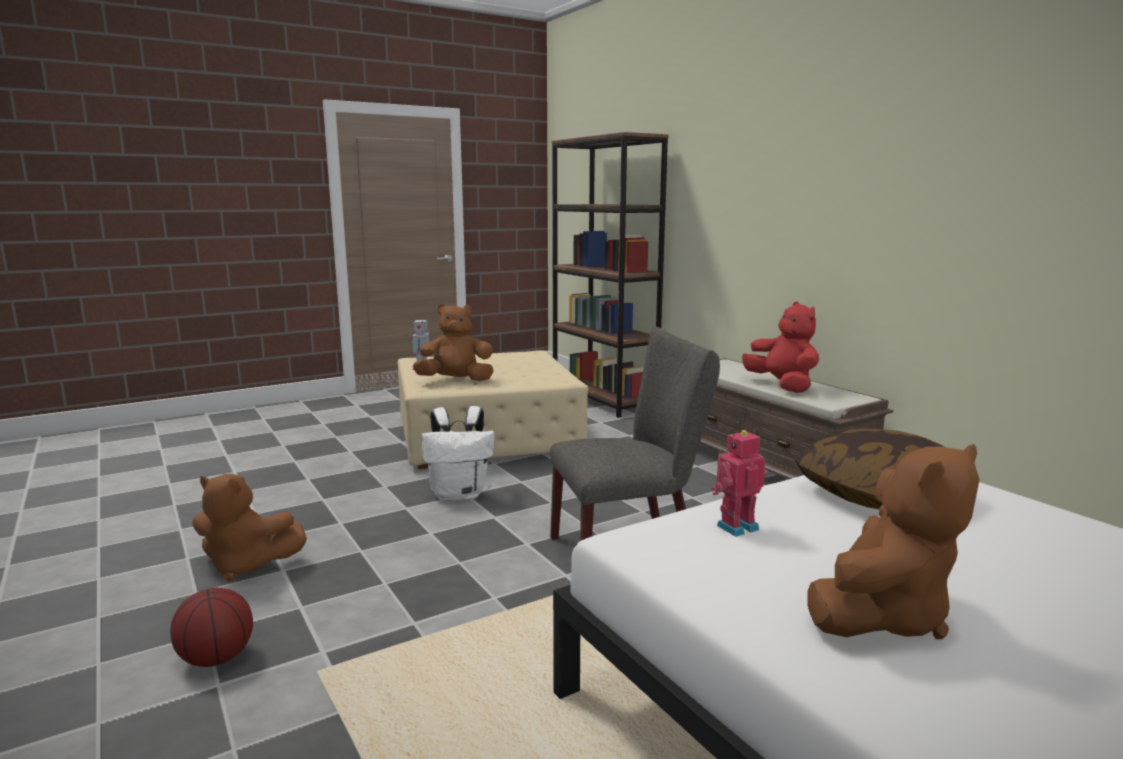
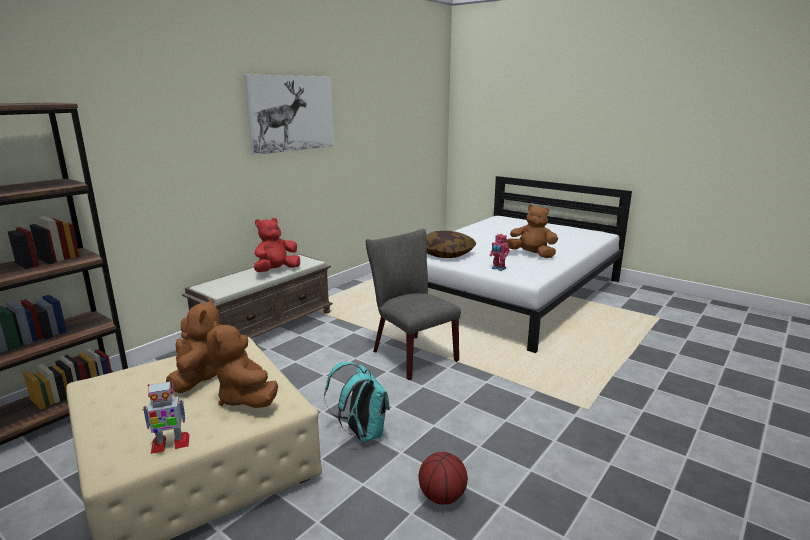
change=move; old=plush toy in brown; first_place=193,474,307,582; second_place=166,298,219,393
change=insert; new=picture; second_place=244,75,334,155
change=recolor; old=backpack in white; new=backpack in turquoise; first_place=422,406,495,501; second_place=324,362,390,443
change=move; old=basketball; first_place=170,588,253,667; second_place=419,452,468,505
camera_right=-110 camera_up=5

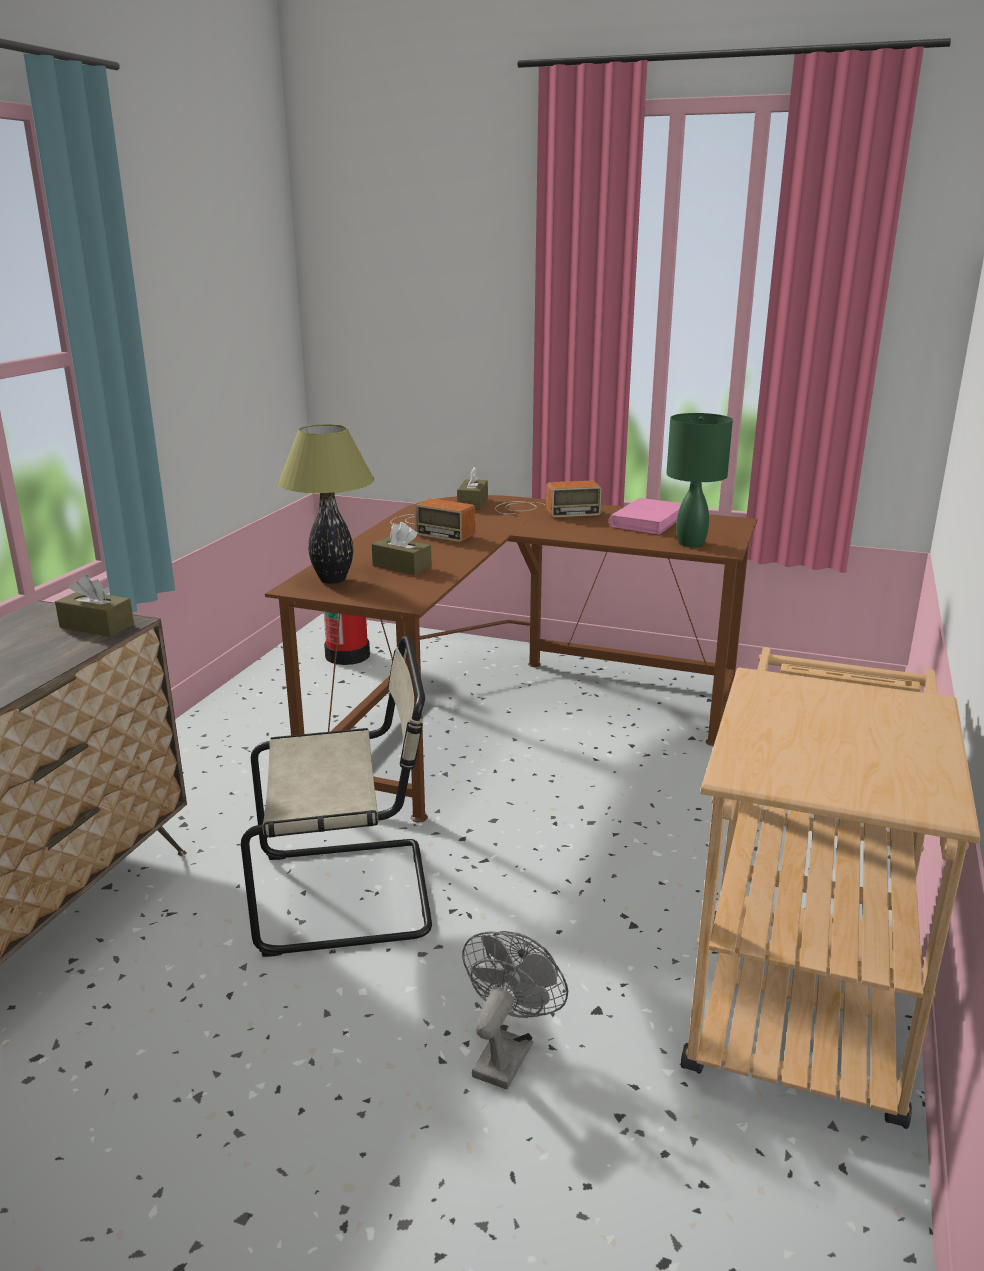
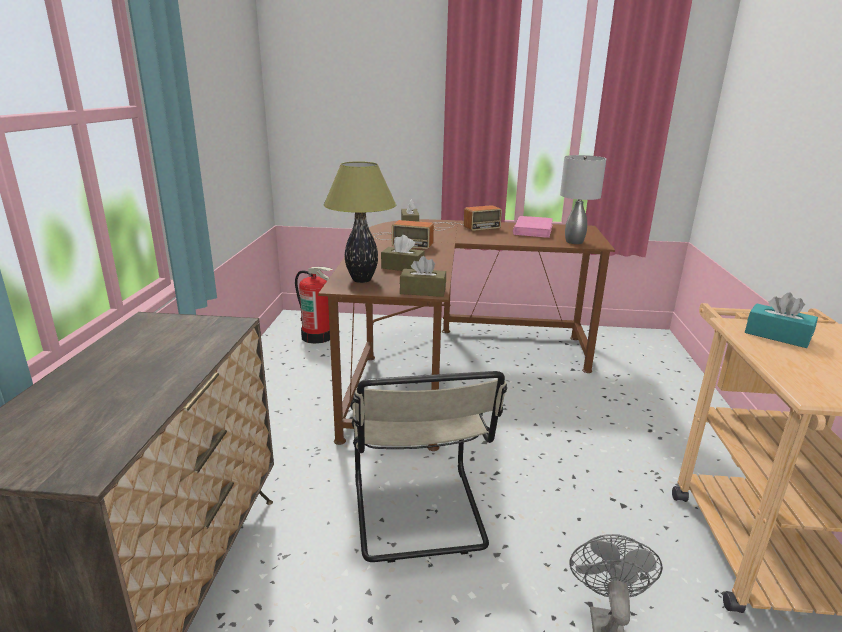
change=rotate; old=chair in beige; first_place=241,636,432,957; second_place=350,371,507,563; degrees=105
change=move; old=tissue box in brown; first_place=55,574,134,637; second_place=400,256,446,297
change=recolor; old=table lamp in green; new=table lamp in grey; first_place=666,413,733,547; second_place=560,155,606,244
change=insert; new=tissue box in turquoise; second_place=745,293,818,348
camera_right=-15 camera_up=0

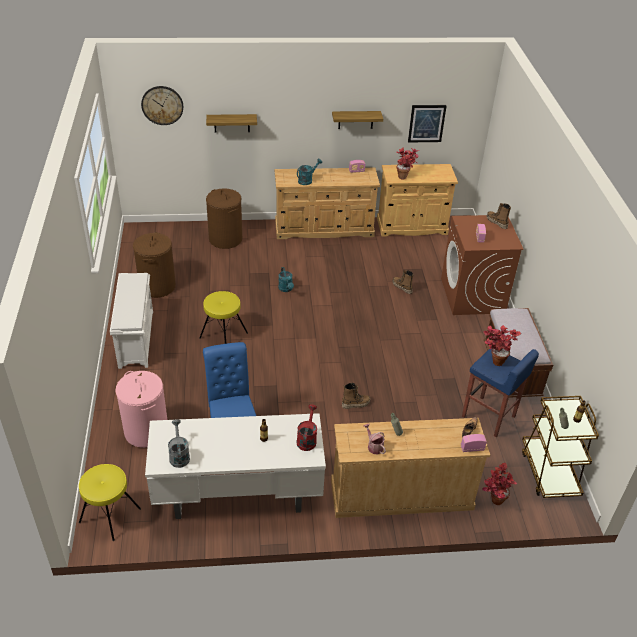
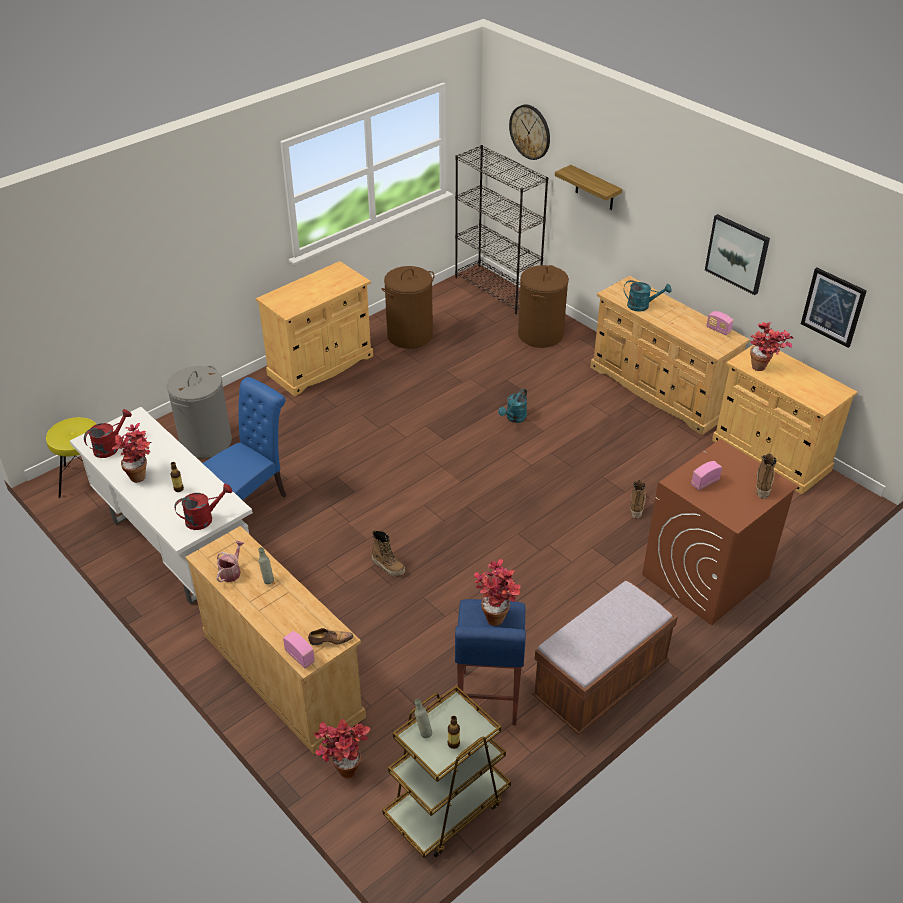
change=recolor; old=watering can in grey; new=watering can in red; first_place=168,420,190,468; second_place=84,409,132,458
change=insert; new=potted plant; second_place=112,423,152,483
change=recolor; old=laundry basket in pink; new=laundry basket in grey; first_place=115,371,167,448; second_place=167,366,232,458
change=replace; old=shoe rack in white; new=cabinet in beige; first_place=110,273,153,369; second_place=256,261,373,396
change=insert; new=bookcase in black; second_place=455,145,548,314
change=replace; old=shelf; new=picture; first_place=332,111,383,129; second_place=705,214,770,295
change=delete; old=stool in yellow; first_place=199,291,248,344
camera_right=55 camera_up=0

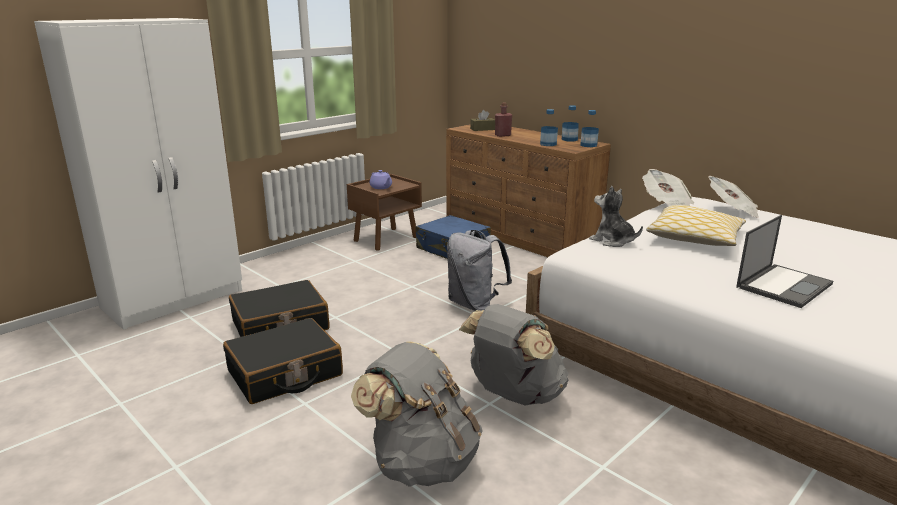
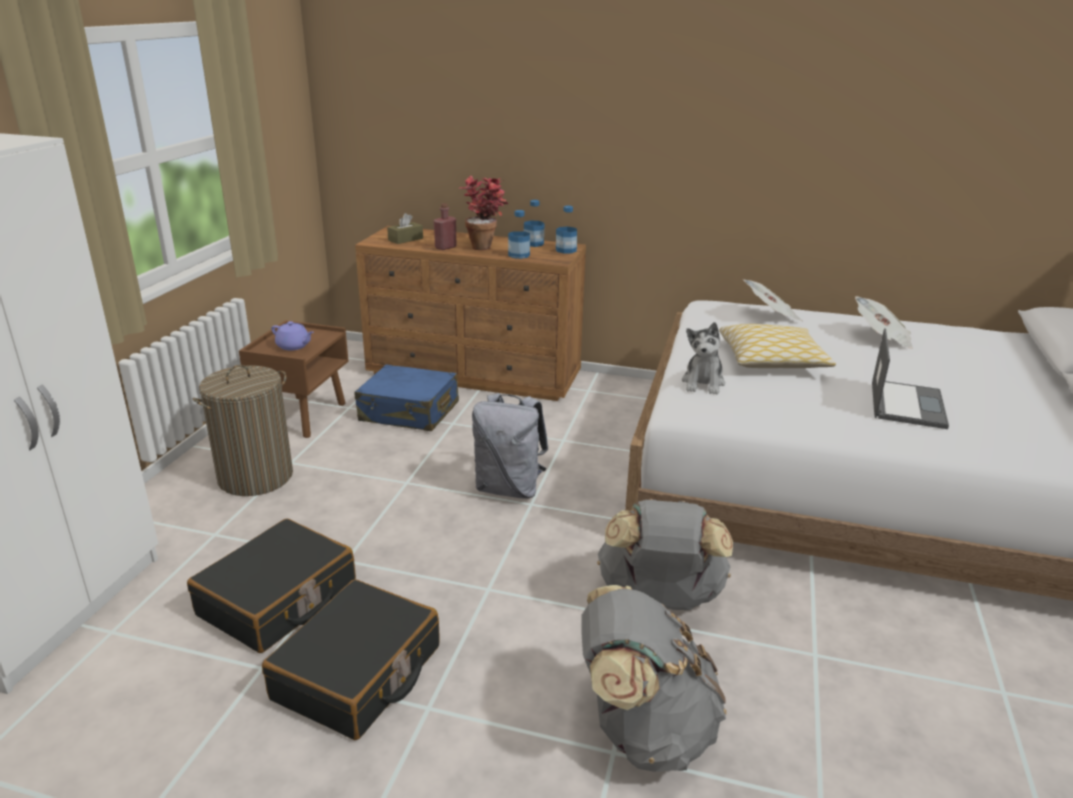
change=insert; new=laundry basket; second_place=193,365,293,496
change=insert; new=potted plant; second_place=459,176,508,250
change=rotate; old=plush toy; first_place=589,186,643,247; second_place=682,322,725,394; degrees=-90
change=move; old=newspaper; first_place=642,169,694,206; second_place=855,296,913,349
camera_right=-30 camera_up=5

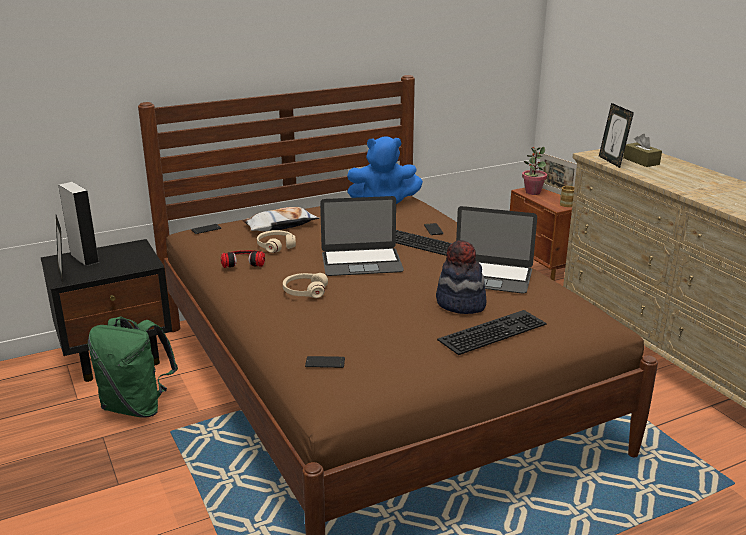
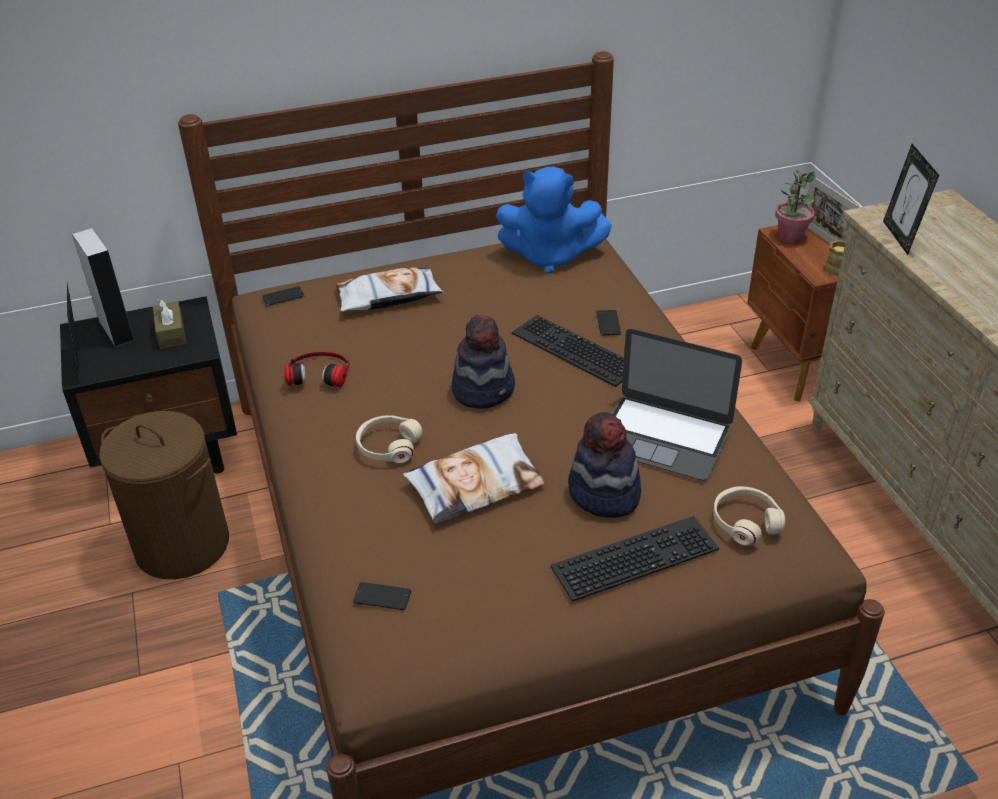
change=replace; old=backpack in green; new=laundry basket in brown; first_place=88,316,178,418; second_place=99,411,229,579
change=move; old=tissue box in brown; first_place=623,134,662,167; second_place=153,299,186,349
change=insert; new=pillow; second_place=403,433,546,524
change=replace; old=laptop; new=hat; first_place=320,196,404,276; second_place=451,315,515,409
change=move; old=headphones in beige; first_place=257,230,296,253; second_place=713,486,785,546
camera_right=10 camera_up=15

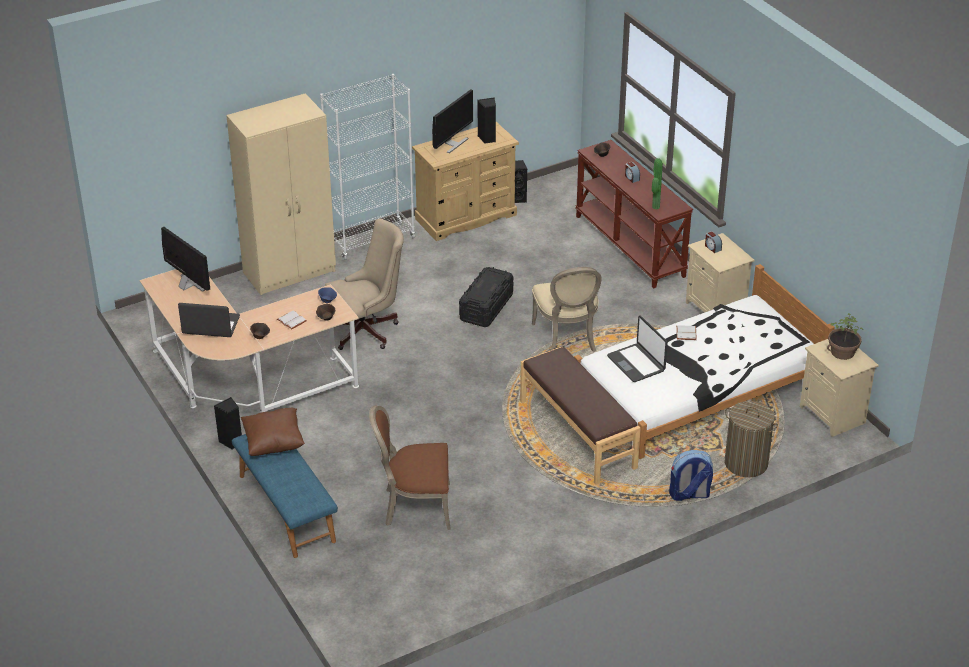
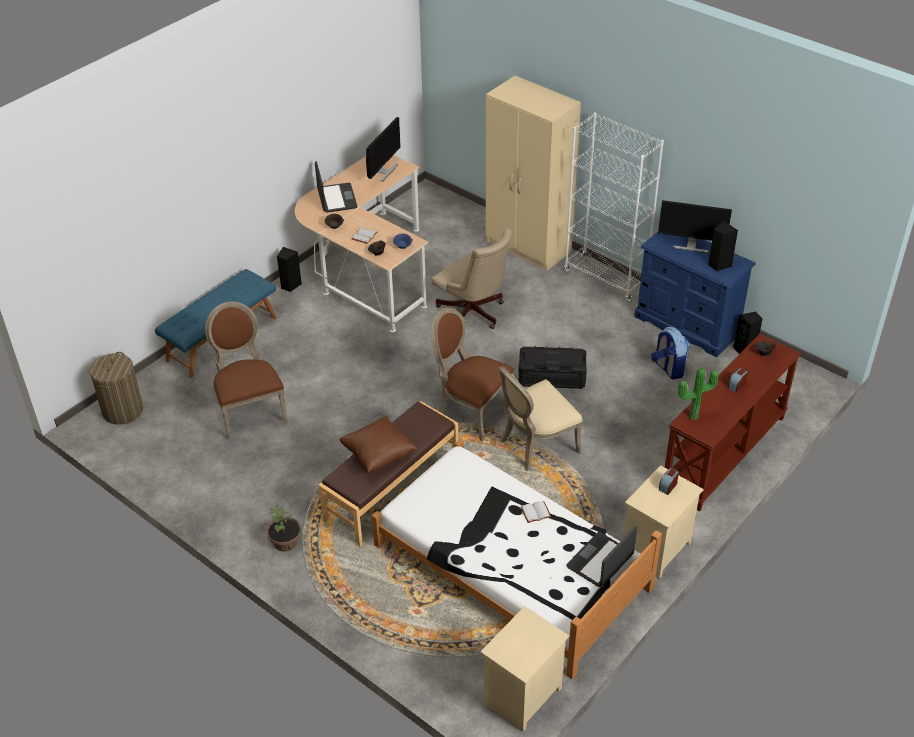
change=move; old=laundry basket; first_place=725,401,778,477; second_place=90,352,143,425
change=move; old=potted plant; first_place=827,313,863,360; second_place=266,505,301,551
change=move; old=pillow in brown; first_place=241,408,305,456; second_place=339,415,418,472
change=insert; new=chair in brown; second_place=431,308,514,441
change=move; old=laptop; first_place=607,316,668,382; second_place=566,526,637,587
change=recolor; old=dresser in beige; new=dresser in blue; first_place=412,122,519,241; second_place=634,232,756,358
change=move; old=backpack; first_place=669,450,713,501; second_place=651,327,690,380
camera_right=70 camera_up=5

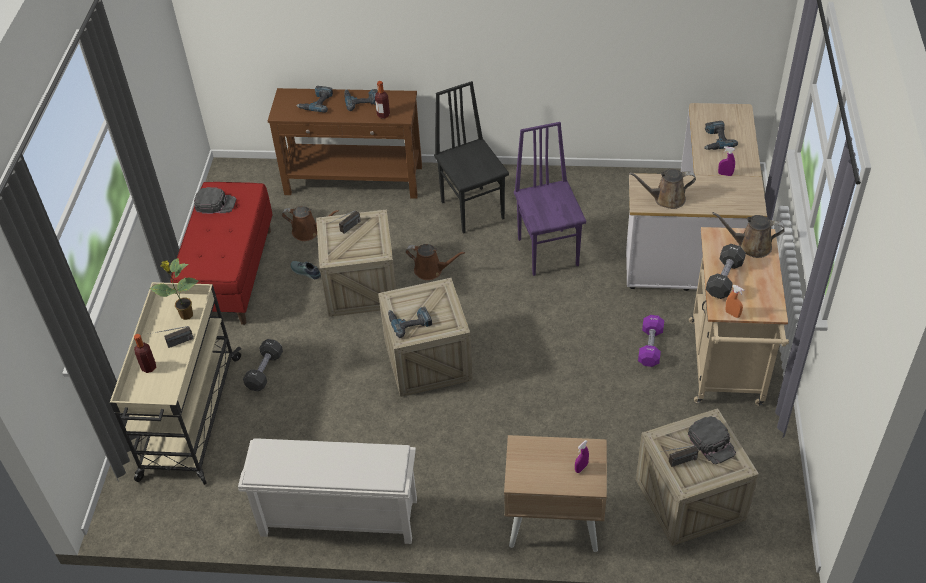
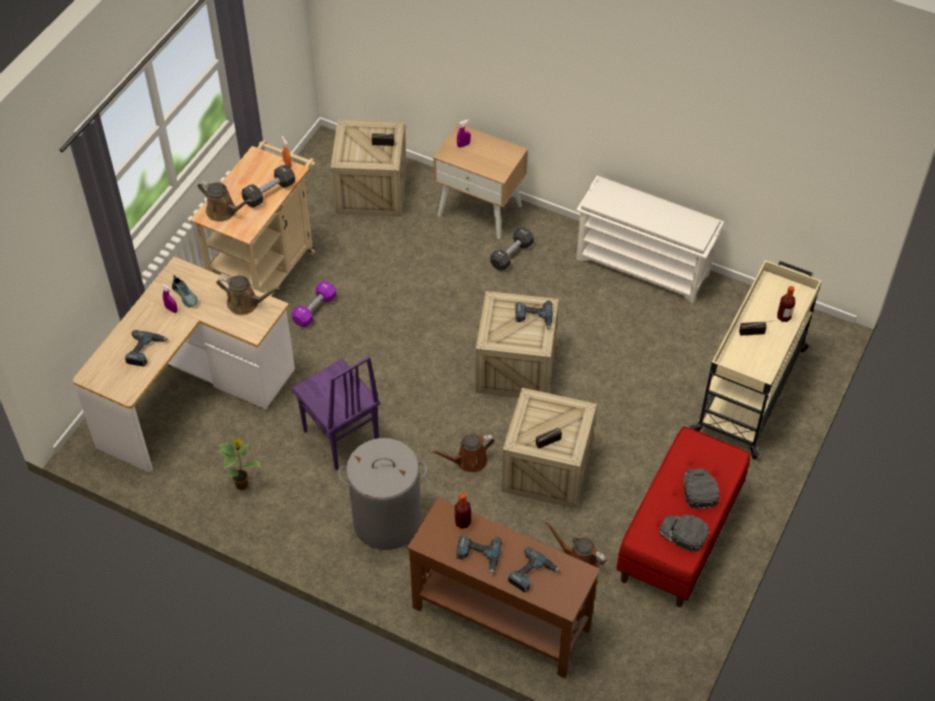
change=move; old=shoe; first_place=290,261,321,279; second_place=172,275,198,308
change=move; old=potted plant; first_place=149,258,199,320; second_place=217,438,262,490
change=rotate; old=chair in purple; first_place=514,122,586,276; second_place=291,356,380,470; degrees=-45
change=replace; old=chair in black; new=laundry basket in grey; first_place=434,81,509,234; second_place=338,438,427,550
change=rotate; old=watering can in brown; first_place=406,244,465,280; second_place=430,434,495,473; degrees=-60
change=move; old=dumbbell in black; first_place=243,339,283,391; second_place=490,228,534,271
change=move; old=cap in black; first_place=688,416,736,465; second_place=683,468,719,509
camera_right=-160 camera_up=5

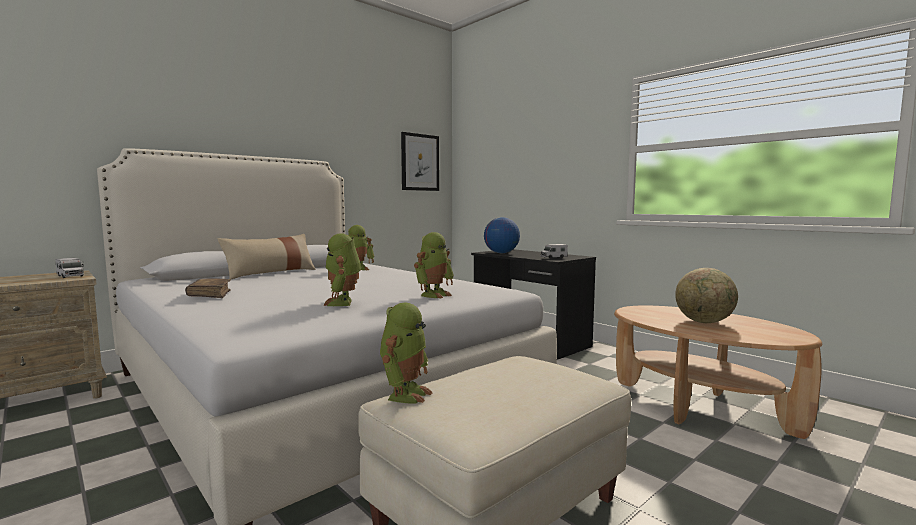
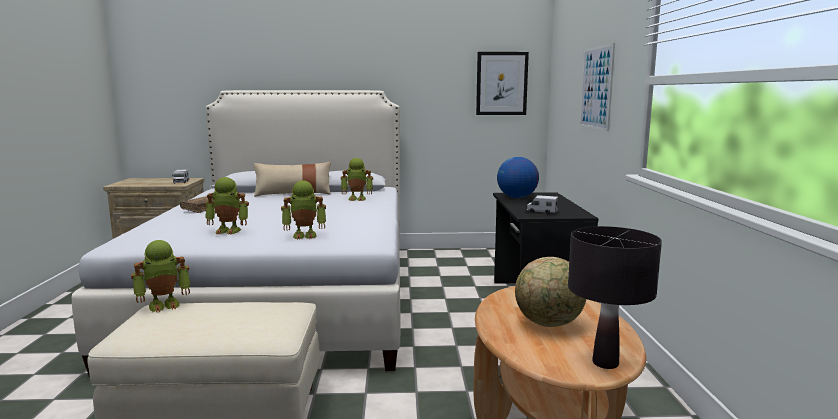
change=rotate; old=toy robot; first_place=323,233,361,306; second_place=205,177,249,235; degrees=-120
change=insert; new=table lamp in black; second_place=568,226,662,369
change=insert; new=picture; second_place=580,43,615,131
camera_right=40 camera_up=5

